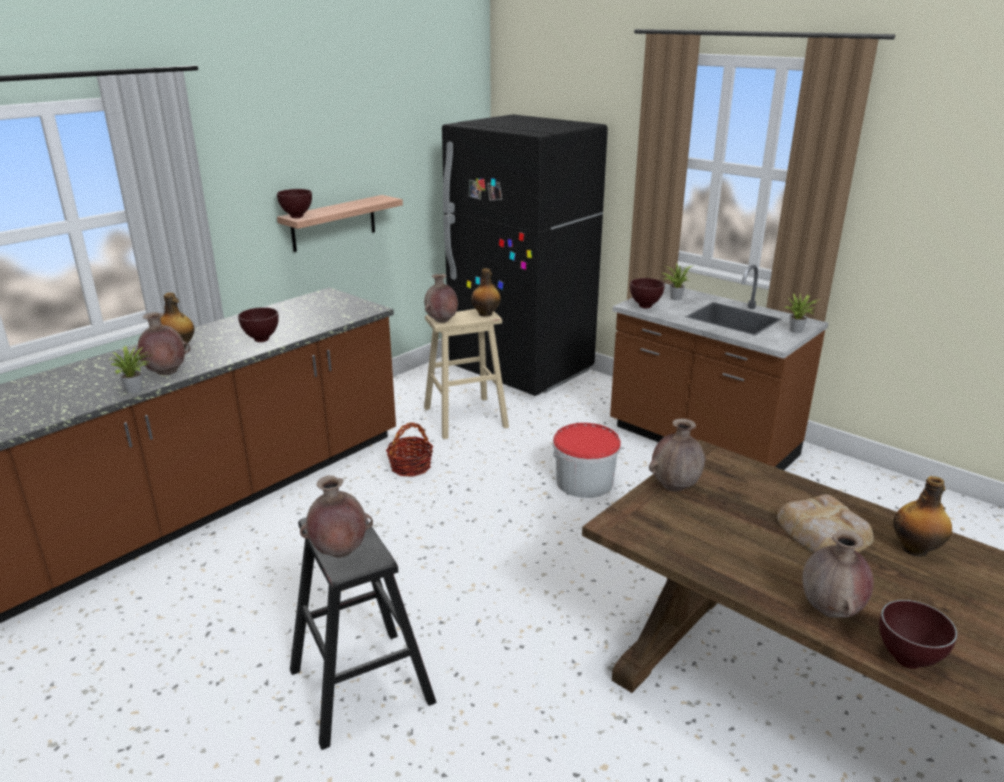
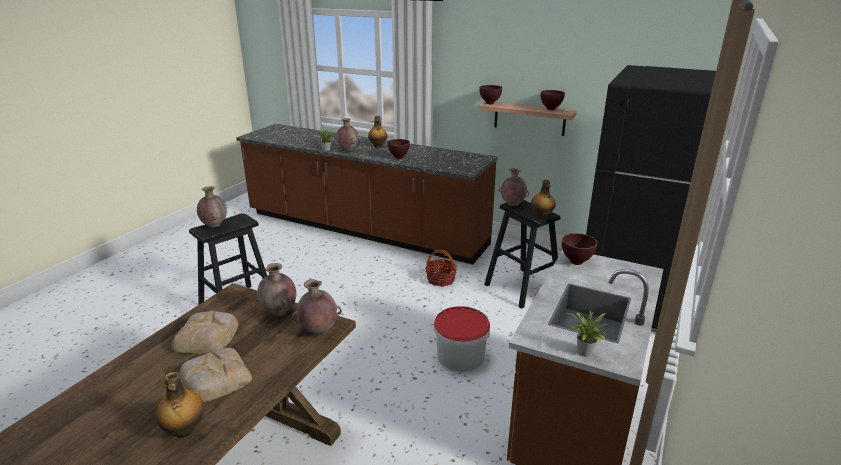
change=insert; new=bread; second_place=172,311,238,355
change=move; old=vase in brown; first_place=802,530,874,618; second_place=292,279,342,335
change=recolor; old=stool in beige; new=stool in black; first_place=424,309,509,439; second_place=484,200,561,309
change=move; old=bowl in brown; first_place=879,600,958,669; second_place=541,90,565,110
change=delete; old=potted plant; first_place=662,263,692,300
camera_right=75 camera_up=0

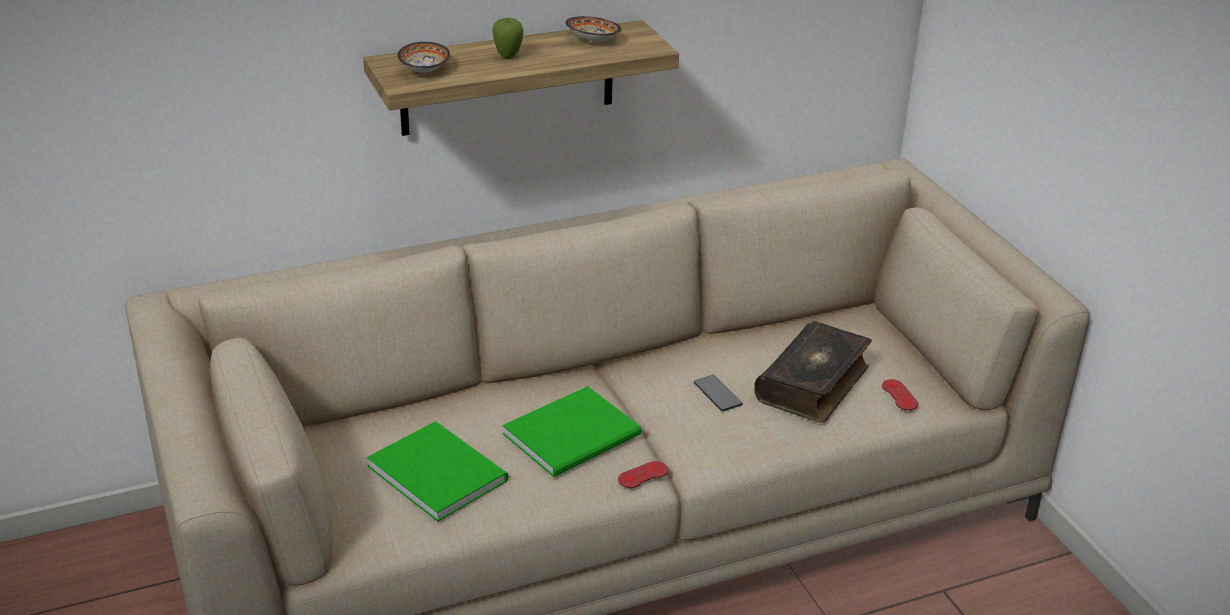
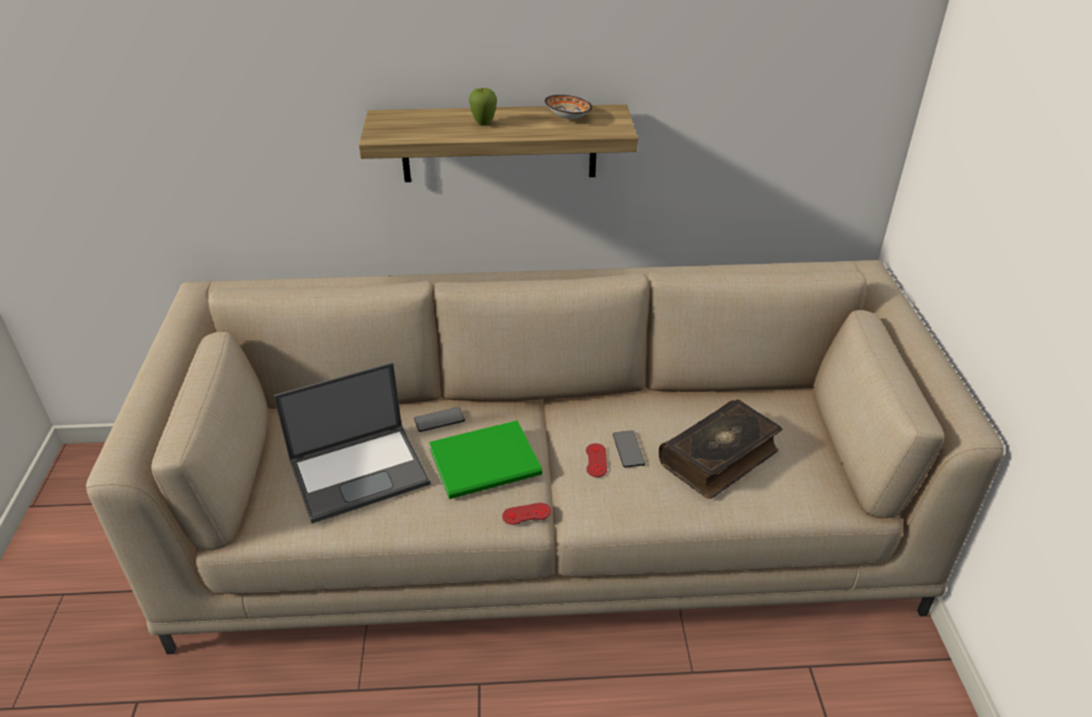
change=replace; old=book in green; new=laptop; first_place=367,421,508,522; second_place=274,362,431,523
change=insert; new=phone; second_place=414,407,465,432
change=move; old=game controller in red; first_place=882,379,918,410; second_place=586,443,607,477
change=delete; old=bowl; first_place=397,42,450,73
camera_right=20 camera_up=5

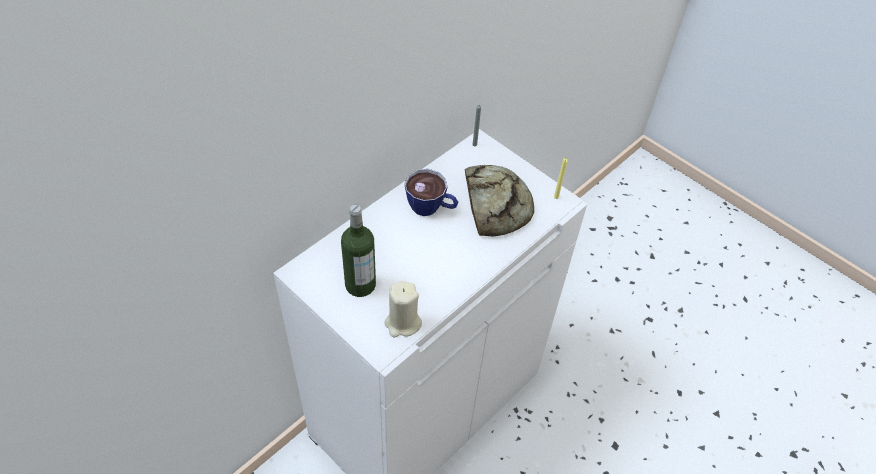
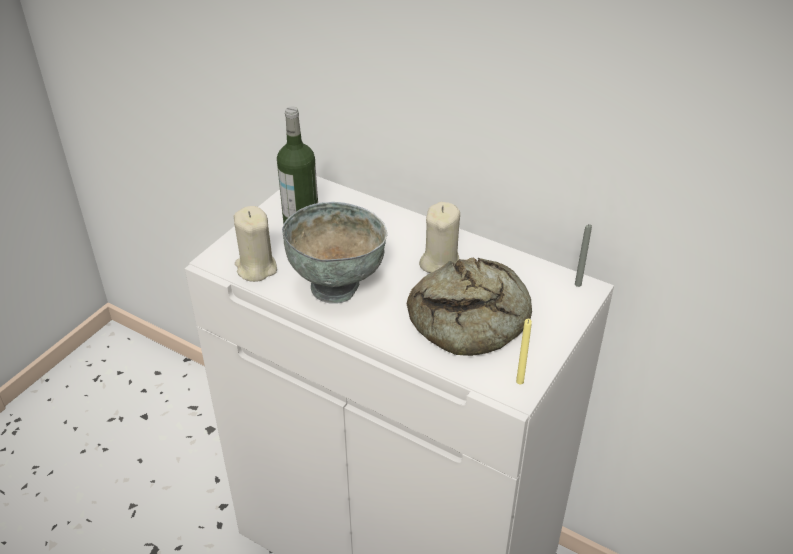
change=insert; new=bowl in grey; second_place=282,202,387,304
change=replace; old=cup; new=candle in beige; first_place=405,169,458,216; second_place=419,202,460,273
camera_right=80 camera_up=-10

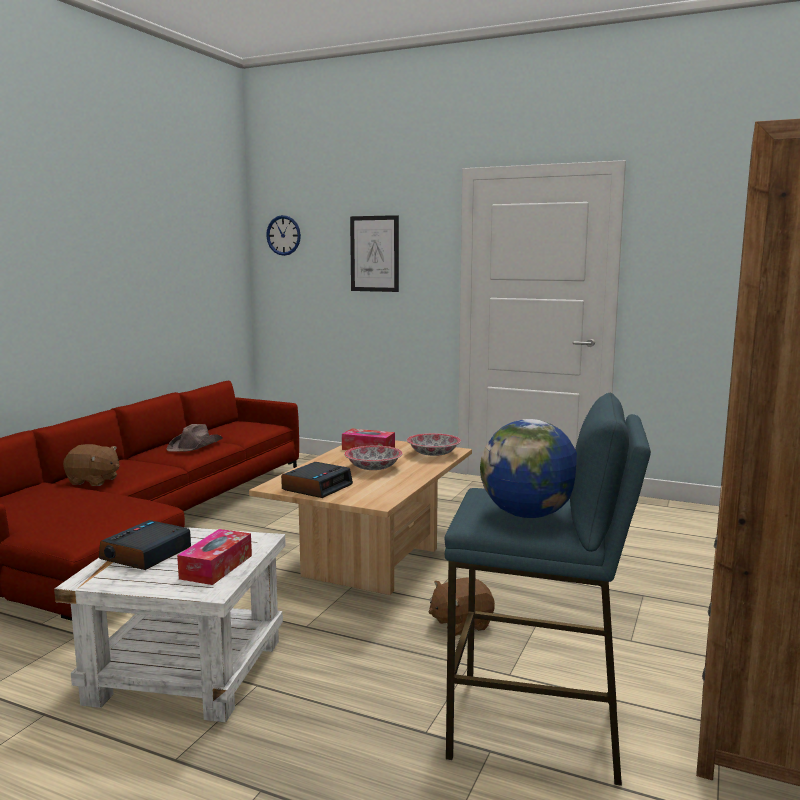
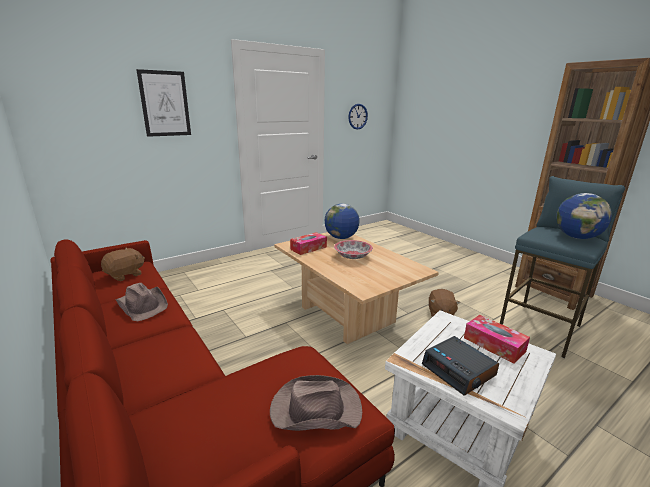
change=move; old=plush toy in brown; first_place=63,444,120,486; second_place=101,248,145,281
change=insert; new=hat in brown; second_place=270,375,362,431
change=replace; old=bowl; new=globe; first_place=407,433,461,456; second_place=325,204,360,239
change=move; old=wall clock; first_place=266,215,301,256; second_place=348,104,368,130
change=delete; old=alarm clock; first_place=281,462,353,498
camera_right=-60 camera_up=10

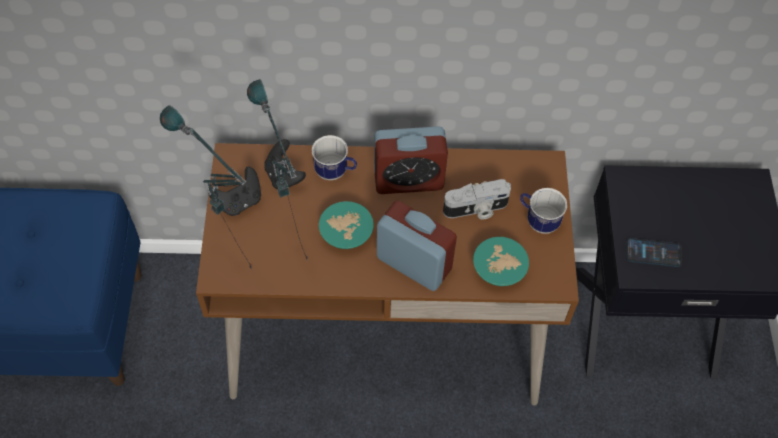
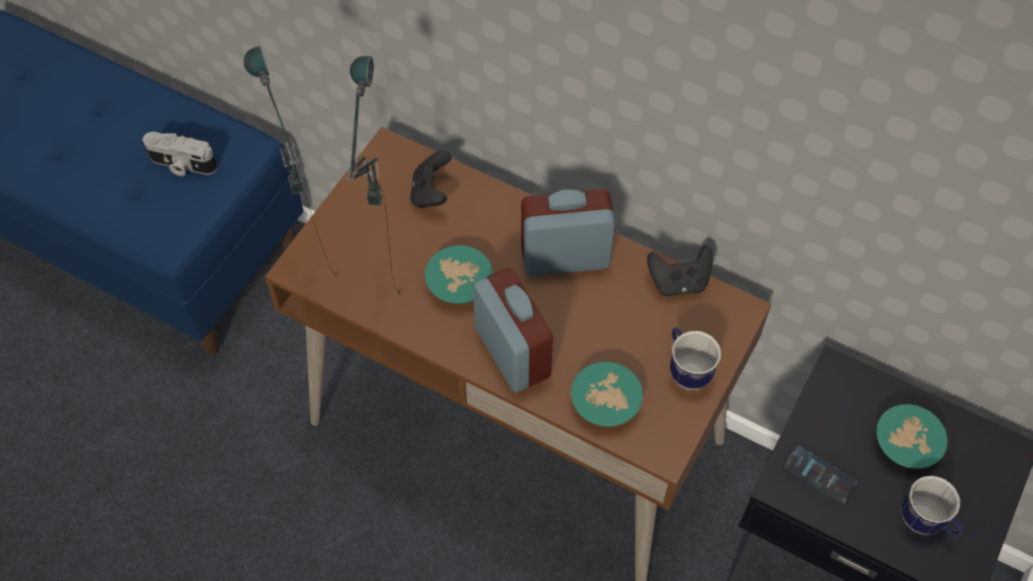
change=move; old=photo camera; first_place=443,179,511,220; second_place=143,132,217,176
change=rotate; old=alarm clock; first_place=374,126,448,194; second_place=521,189,615,276; degrees=150
change=move; old=game controller in black; first_place=208,167,261,216; second_place=647,245,713,297
change=insert; new=bowl in turquoise; second_place=876,404,948,469
change=move; old=mug; first_place=312,135,357,180; second_place=901,476,964,535
camera_right=30 camera_up=0

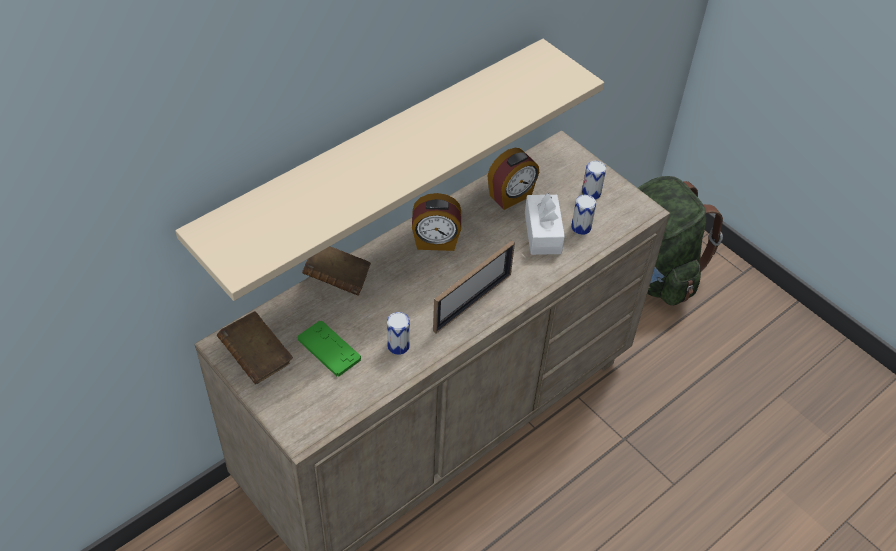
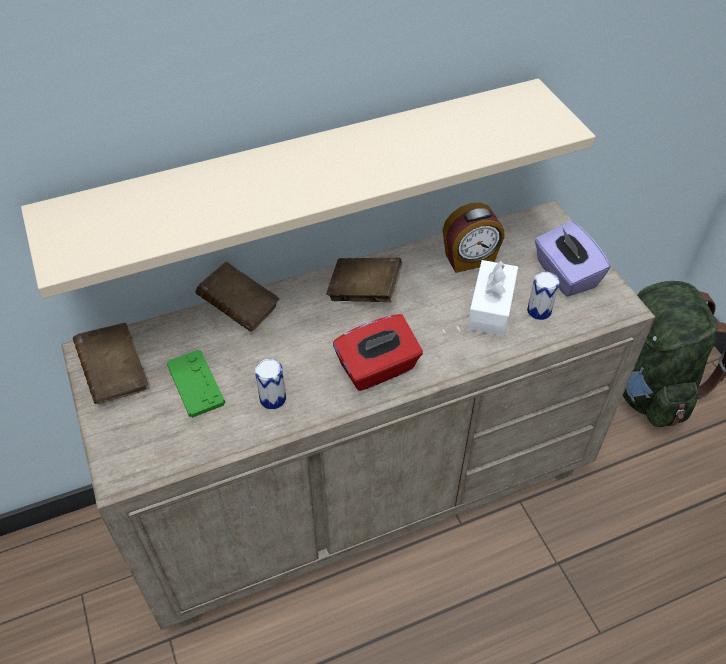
change=replace; old=alarm clock; new=book in brown; first_place=412,193,461,251; second_place=326,257,402,302
change=replace; old=picture frame; new=tissue box in red; first_place=433,240,515,334; second_place=333,314,423,391
change=replace; old=can; new=tissue box in purple; first_place=582,161,606,200; second_place=535,221,610,297
camera_right=20 camera_up=0

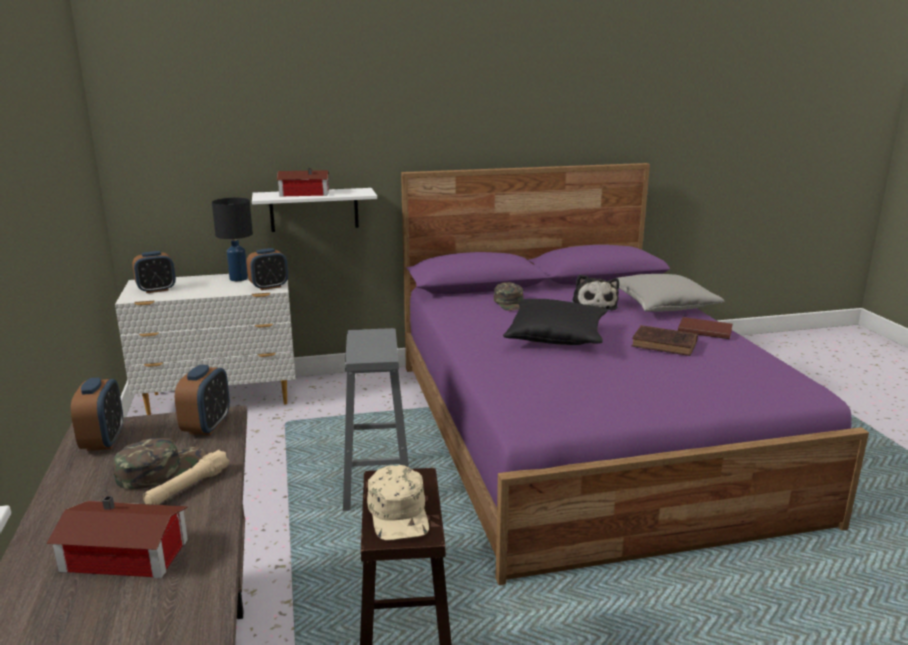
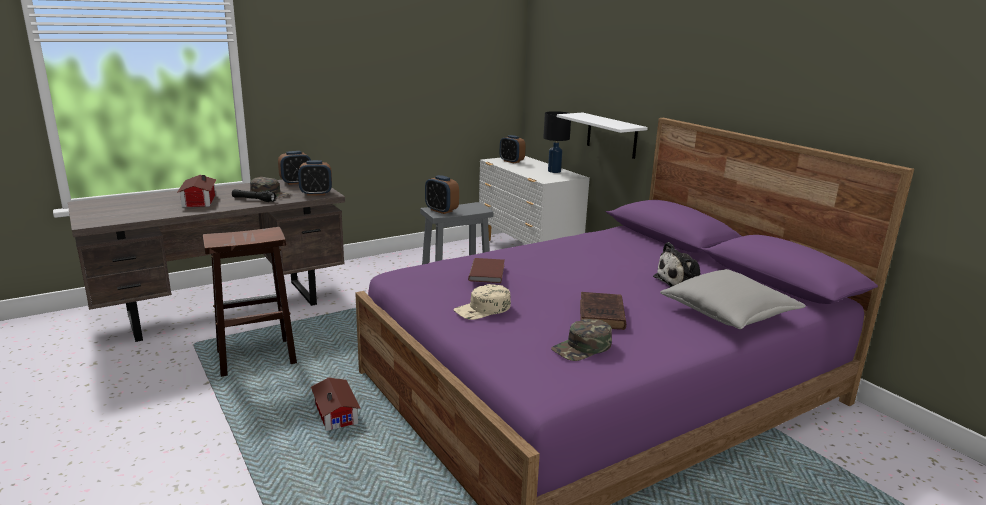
change=recolor; old=flashlight in beige; new=flashlight in black; first_place=143,450,230,505; second_place=232,189,276,202
change=move; old=toy house; first_place=277,168,329,197; second_place=311,377,360,431
change=move; old=alarm clock; first_place=247,248,288,290; second_place=425,175,459,214
change=move; old=cap in beige; first_place=367,465,429,540; second_place=454,284,511,320
change=move; old=book in brown; first_place=678,317,733,339; second_place=468,258,505,283
change=move; old=cap in green; first_place=494,282,524,311; second_place=551,319,612,361
change=delete; old=pillow in black; first_place=503,299,608,345
camera_right=70 camera_up=0

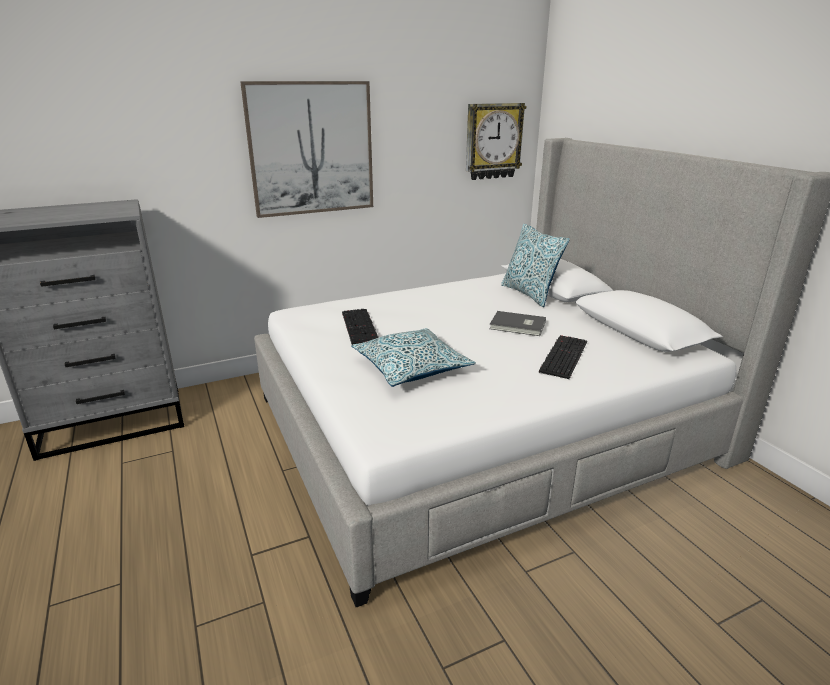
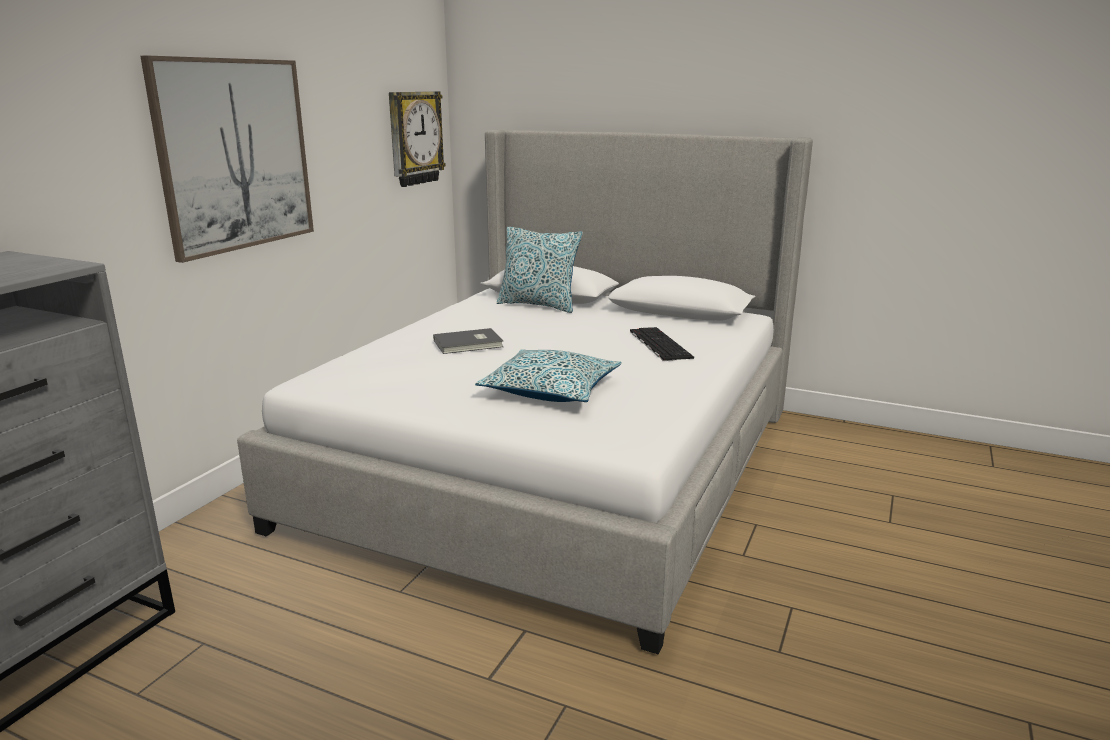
change=move; old=book in grey; first_place=489,311,546,336; second_place=433,328,504,354
change=delete; old=keyboard; first_place=342,309,379,345
camera_right=-40 camera_up=-5

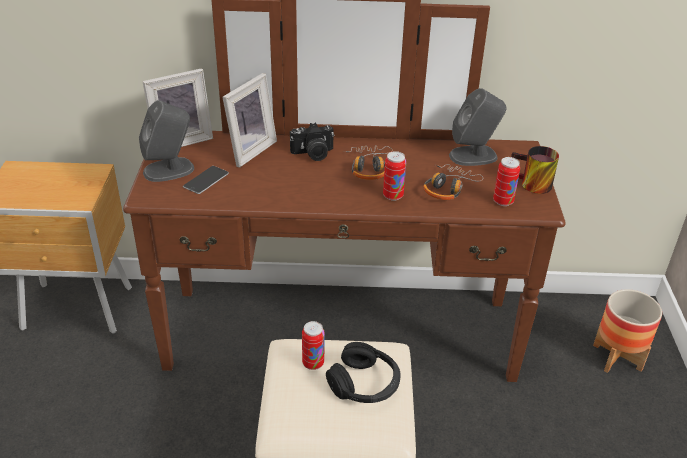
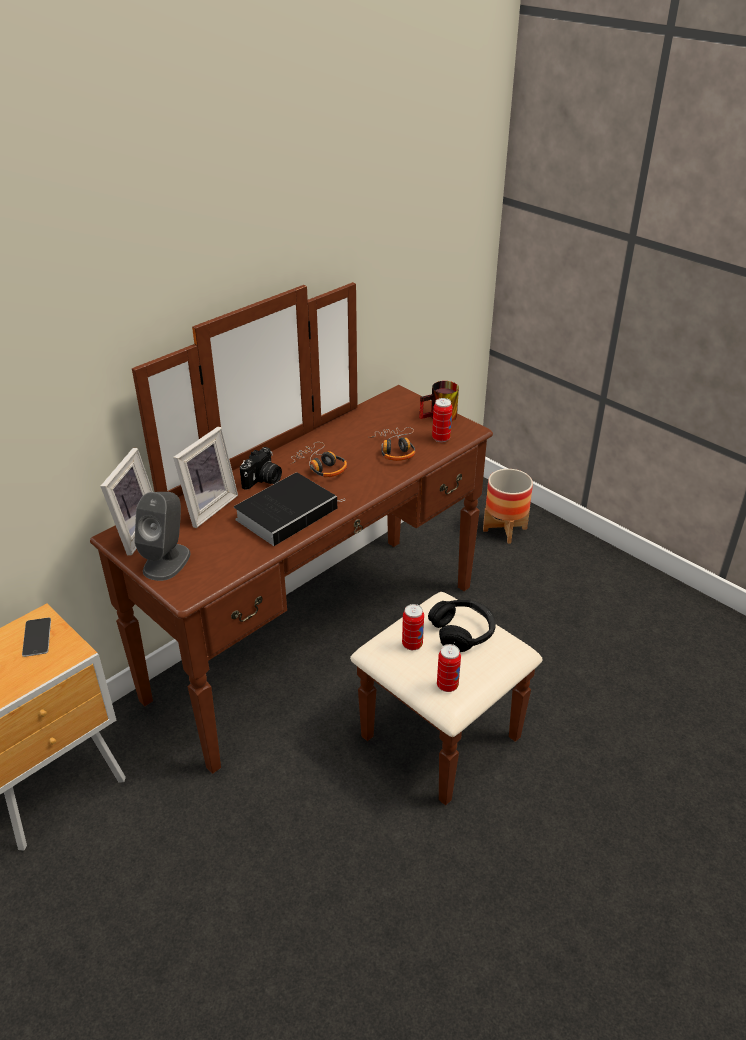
change=move; old=phone; first_place=183,166,229,194; second_place=22,618,51,657
change=rotate; old=picture frame; first_place=222,73,277,167; second_place=173,427,238,528; degrees=45
change=insert; new=book; second_place=234,473,345,546
change=move; old=can; first_place=383,151,406,201; second_place=437,644,461,692
change=delete; old=speaker in grey; first_place=449,88,507,166
camera_right=-45 camera_up=0

